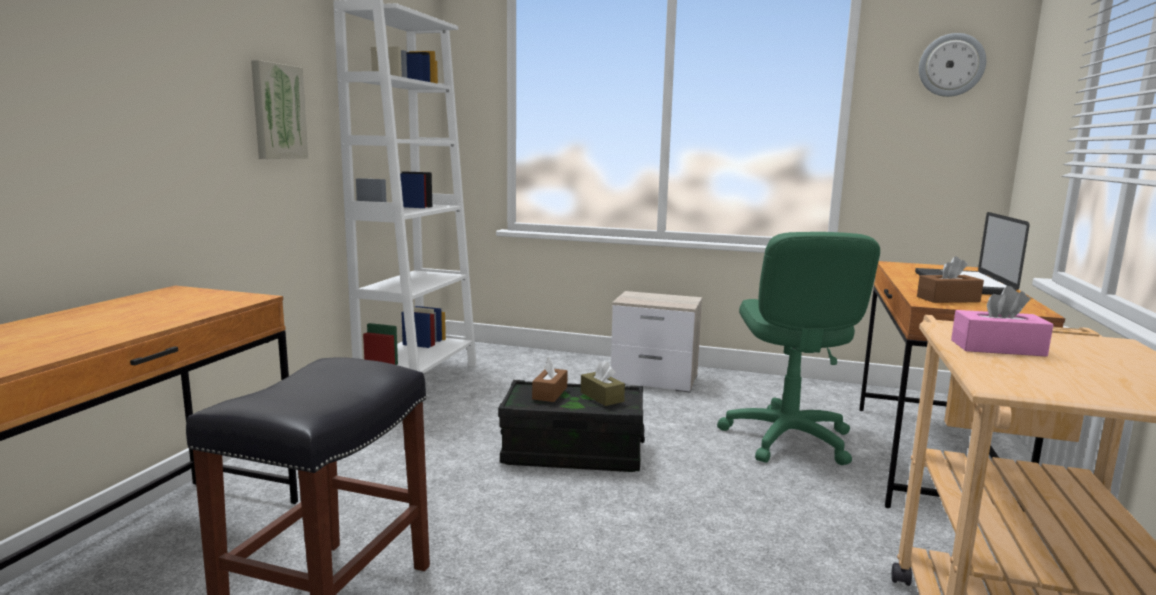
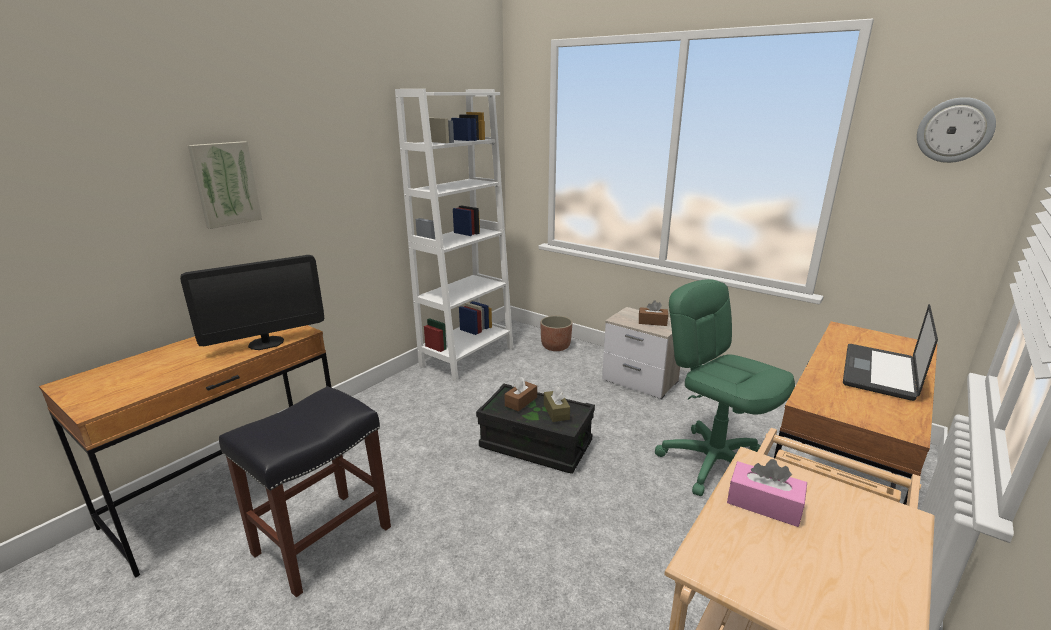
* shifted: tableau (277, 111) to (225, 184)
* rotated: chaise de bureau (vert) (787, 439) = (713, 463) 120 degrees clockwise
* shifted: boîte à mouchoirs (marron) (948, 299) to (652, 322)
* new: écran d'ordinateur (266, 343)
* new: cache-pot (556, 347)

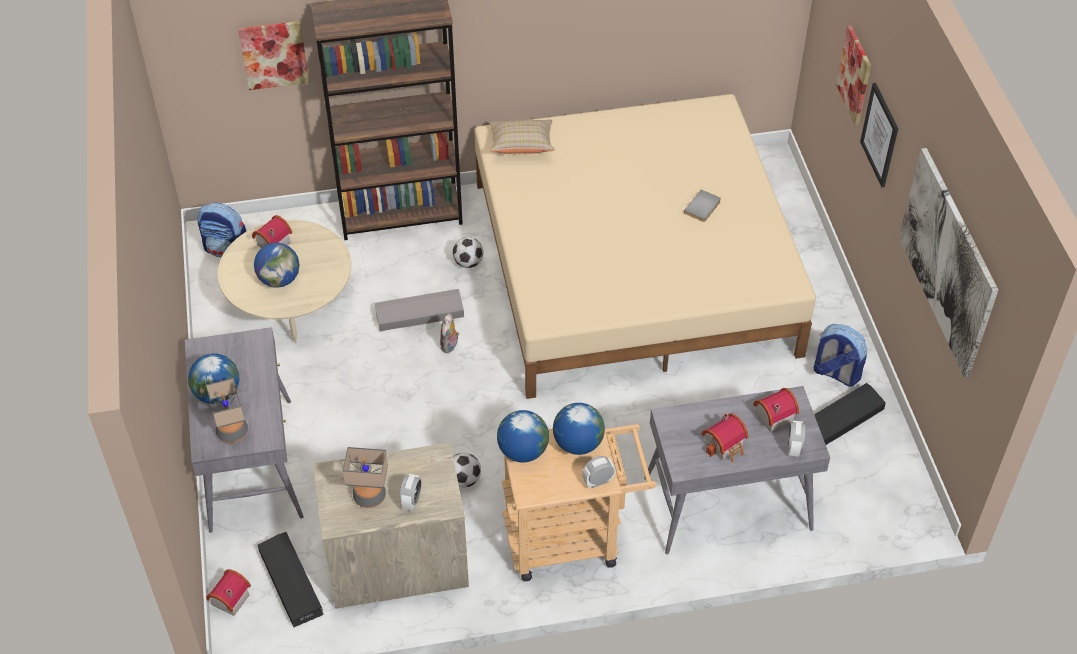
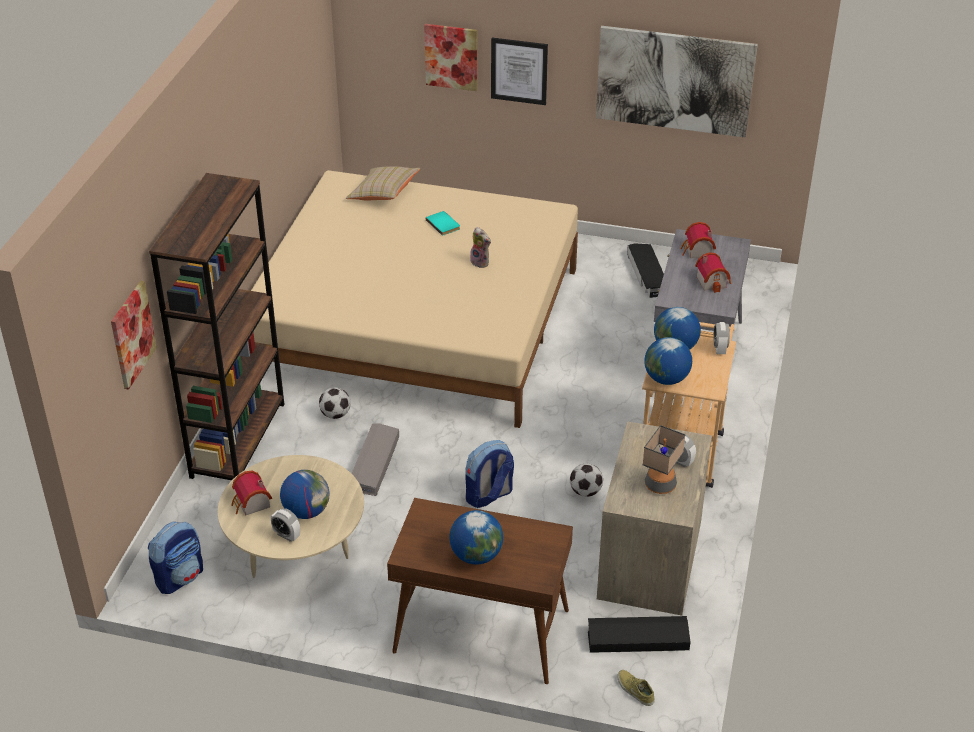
* shifted: coussin (beige) (521, 146) to (383, 194)
* repainted: livre (gris) (703, 207) to livre (turquoise) (444, 224)
* shifted: peluche (450, 346) to (481, 262)
* shifted: sac à dos (835, 373) to (488, 496)
* repainted: bureau (gris) (250, 464) to bureau (marron) (480, 632)
* gone: lampe de table (232, 432)
* shifted: réveil (794, 447) to (286, 535)
* swapped: maison miniature (228, 599) to chaussure (beige) (634, 690)

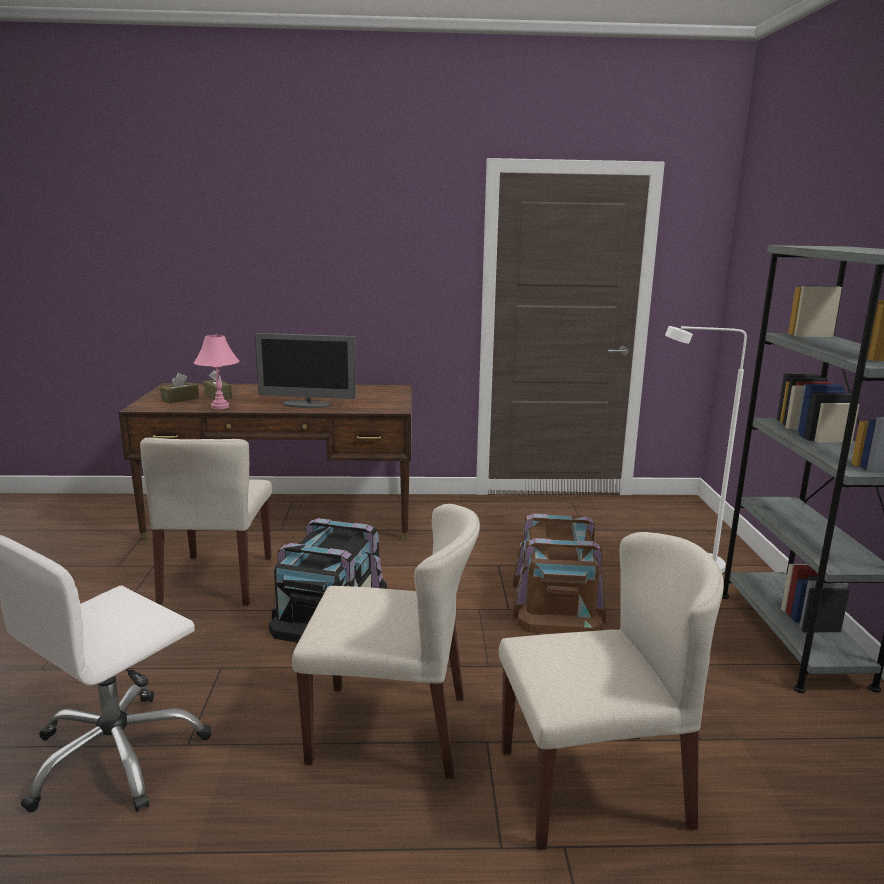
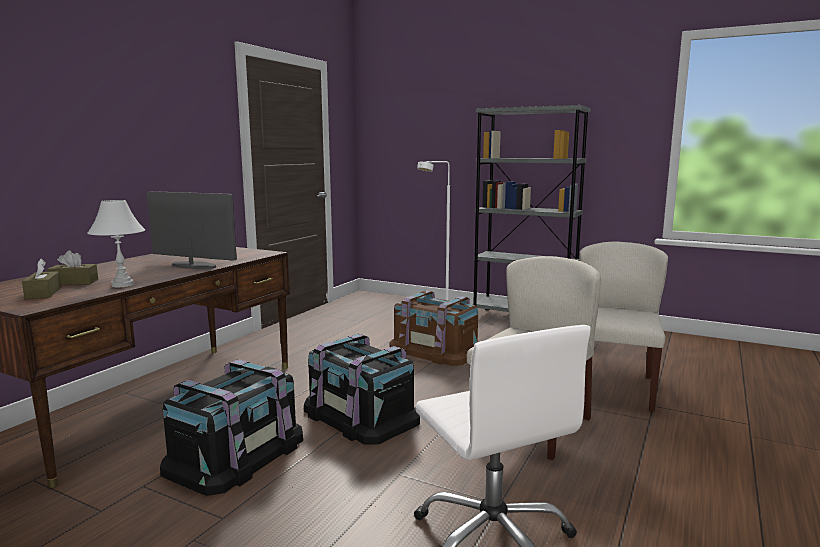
* rotated: écran d'ordinateur (307, 405) = (193, 266) 105 degrees counterclockwise
* repainted: lampe de table (rose) (220, 407) to lampe de table (blanc) (123, 285)
* swapped: chaise (beige) (218, 580) to boîte de rangement (noir) (236, 454)

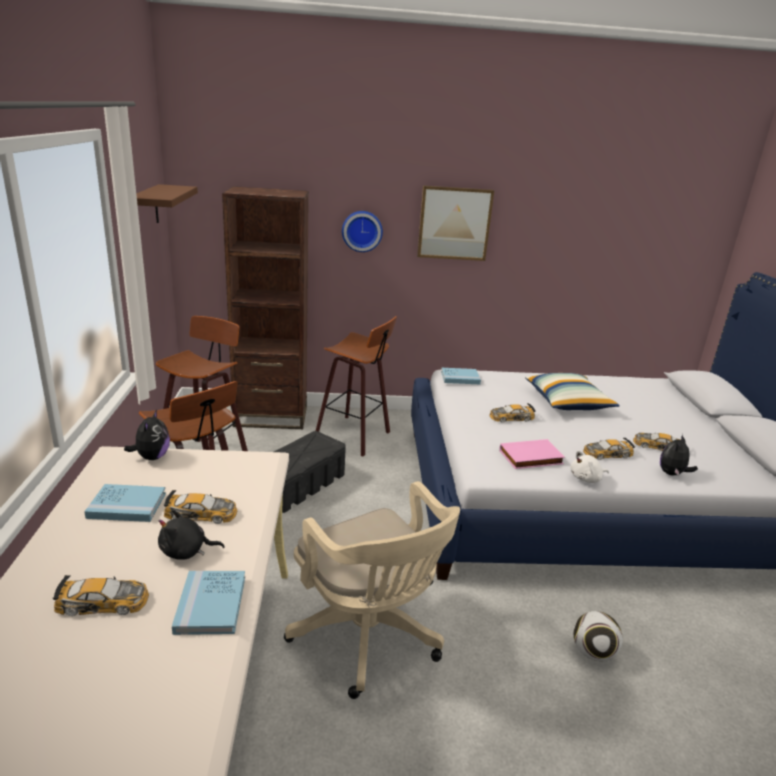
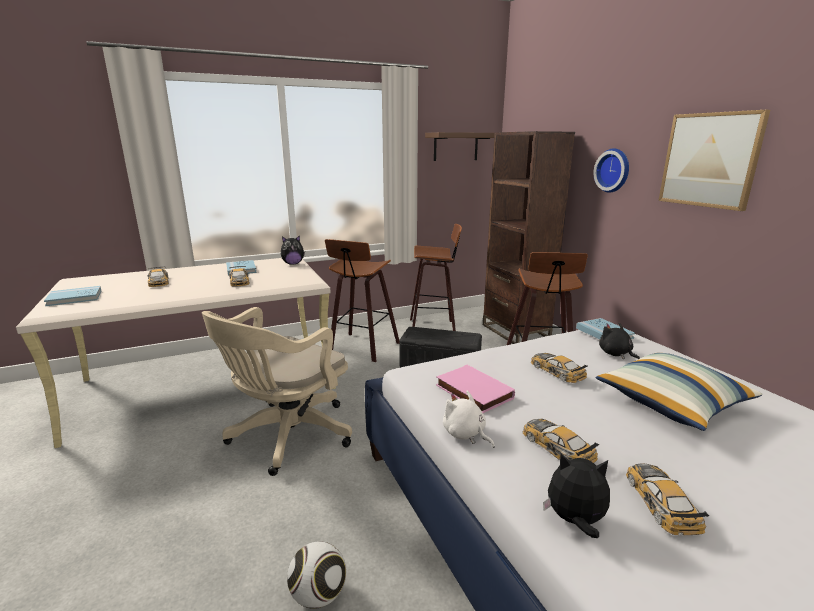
* shifted: peluche (noir) (186, 551) to (616, 354)
* shifted: livre (bleu) (211, 604) to (74, 298)

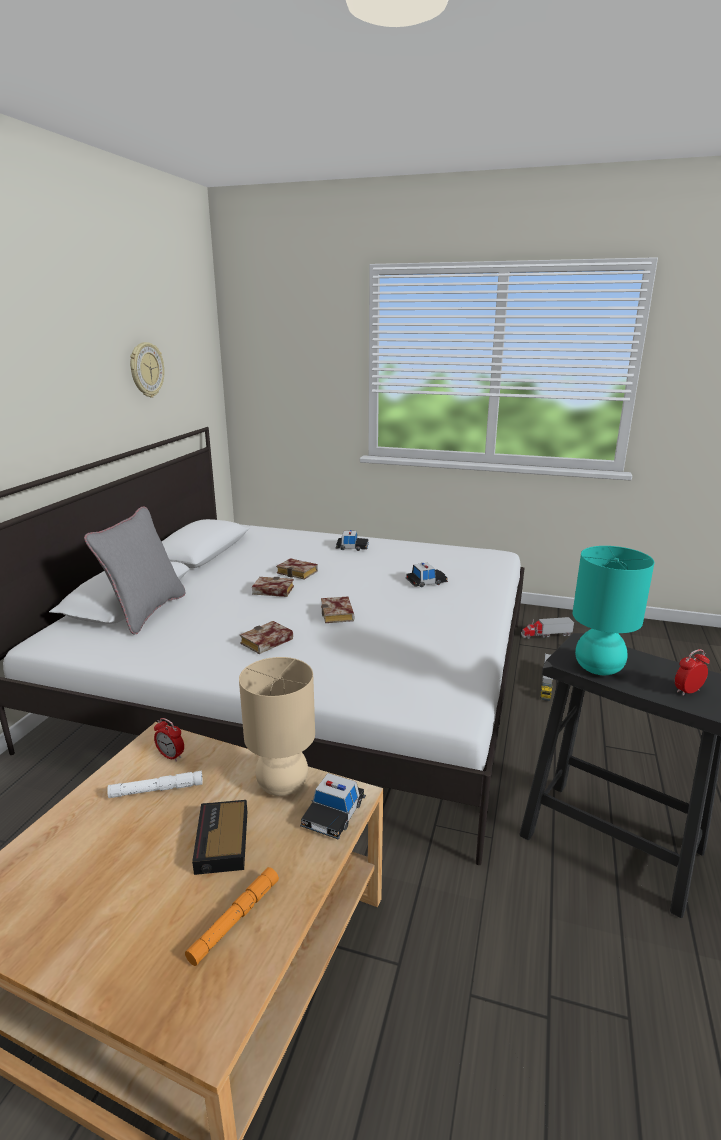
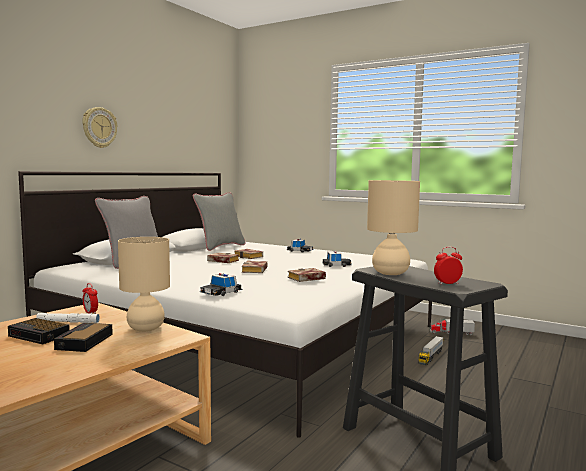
* shifted: horloge murale (146, 370) to (99, 127)
* repainted: lampe de table (turquoise) (599, 668) to lampe de table (beige) (391, 273)
* shifted: livre (266, 643) to (305, 279)
* shifted: petite voiture (333, 813) to (221, 292)
* gone: lampe de poche (orange) (235, 919)
* new: coussin (gris) (220, 247)
* new: réveil (40, 336)

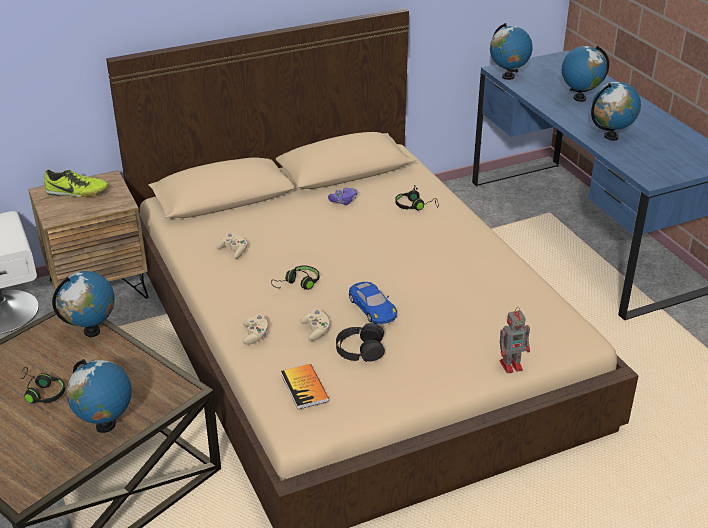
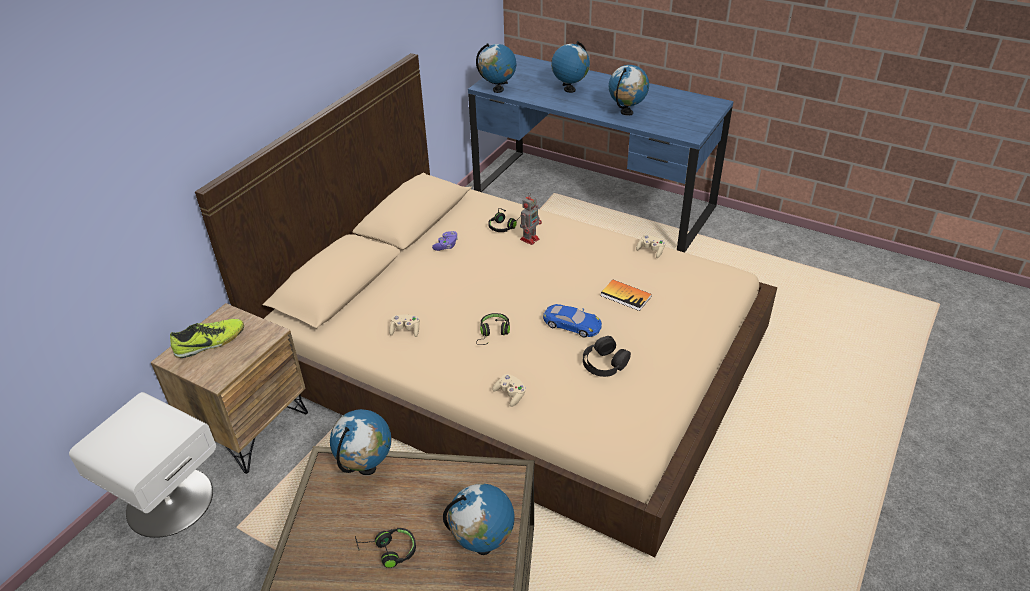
* shifted: robot jouet (512, 365) to (530, 239)
* shifted: manette (beige) (316, 331) to (651, 251)
* shifted: livre (304, 387) to (625, 296)

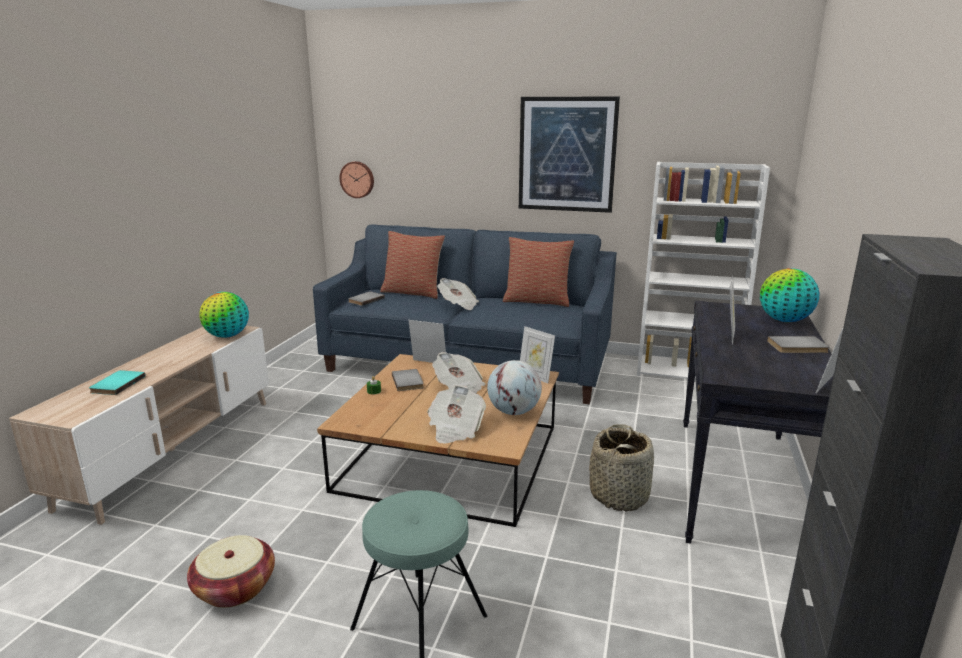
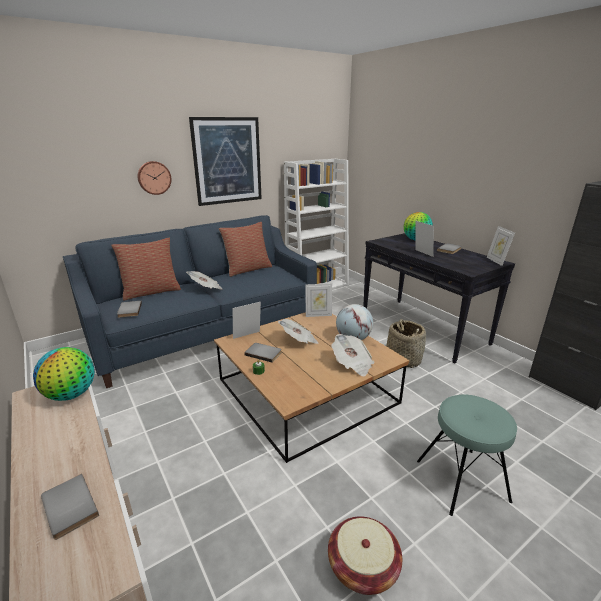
* shifted: horloge murale (357, 179) to (154, 178)
* repainted: livre (turquoise) (116, 384) to livre (gris) (67, 508)

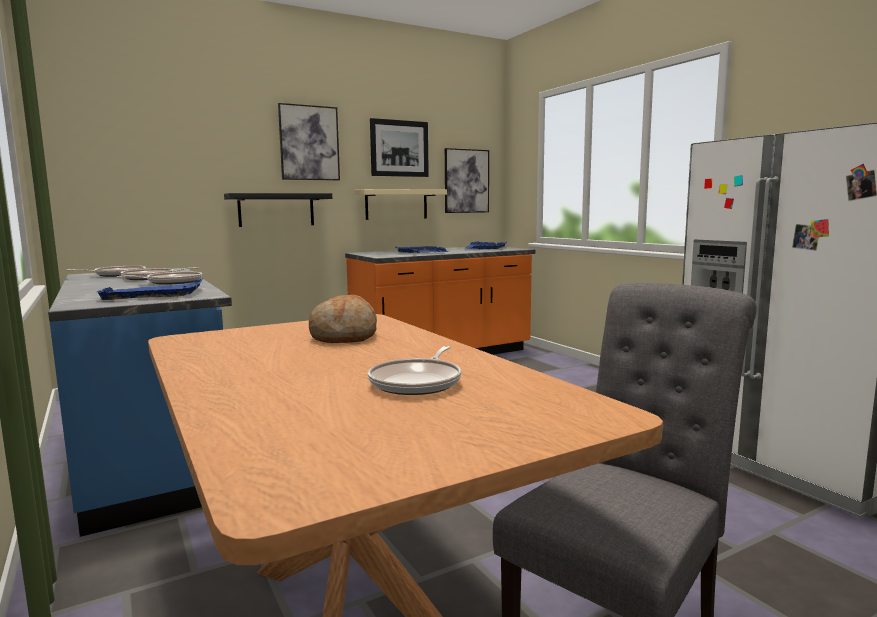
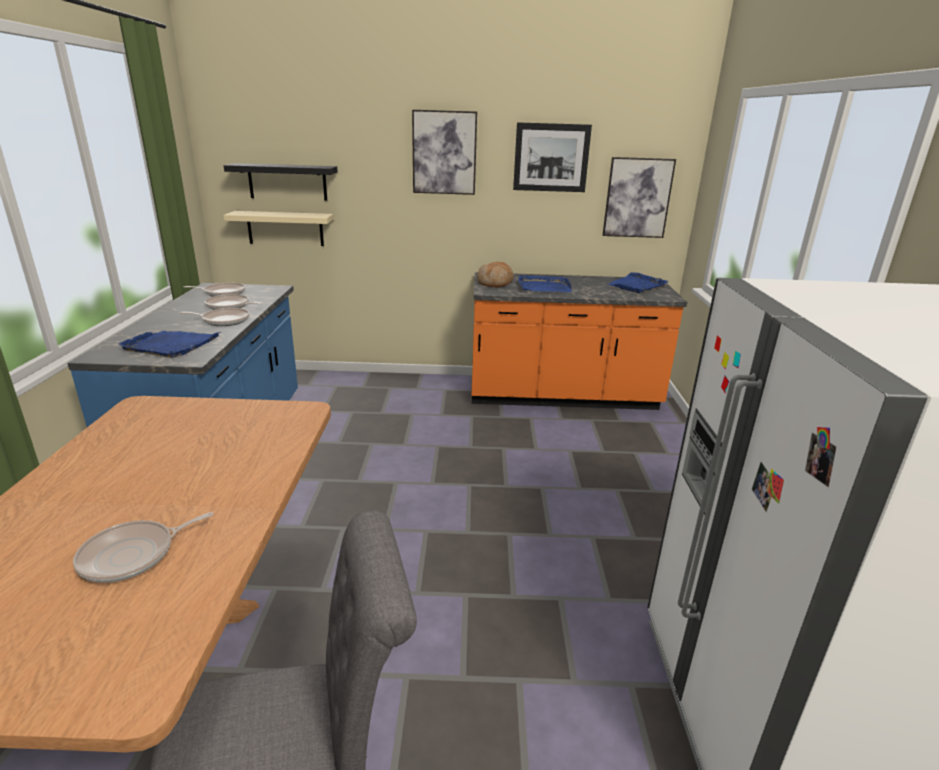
* shifted: étagère (beige) (396, 204) to (285, 228)
* shifted: étagère (noir) (276, 210) to (287, 182)
* shifted: pain (345, 336) to (495, 283)

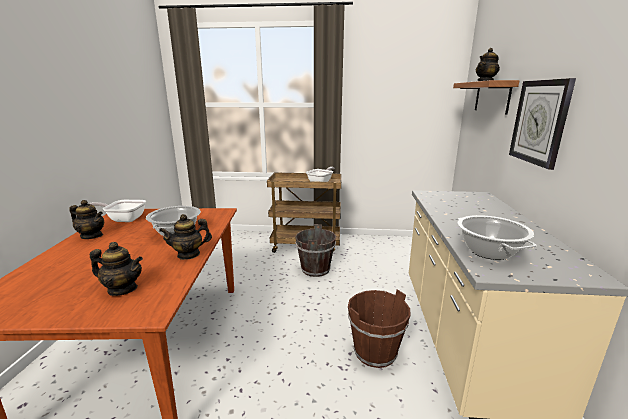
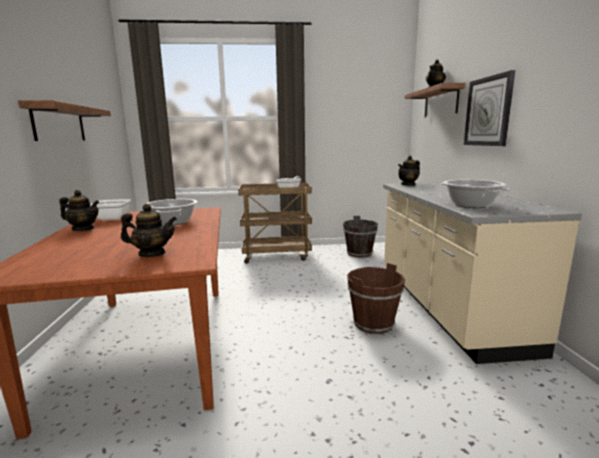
* shifted: théière (189, 254) to (408, 184)
* shifted: seau (marron) (316, 269) to (359, 253)
* new: étagère (59, 123)

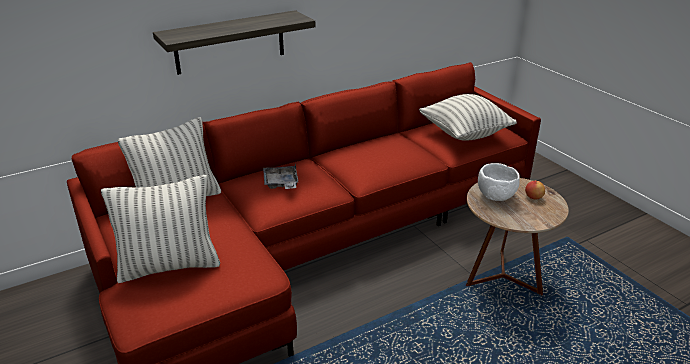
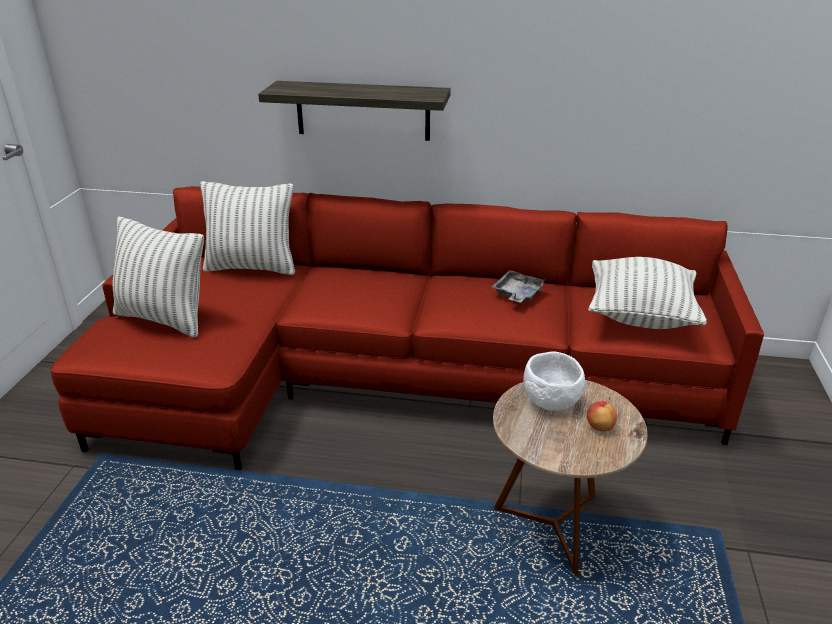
* shifted: plateau (gris) (281, 183) to (517, 294)

